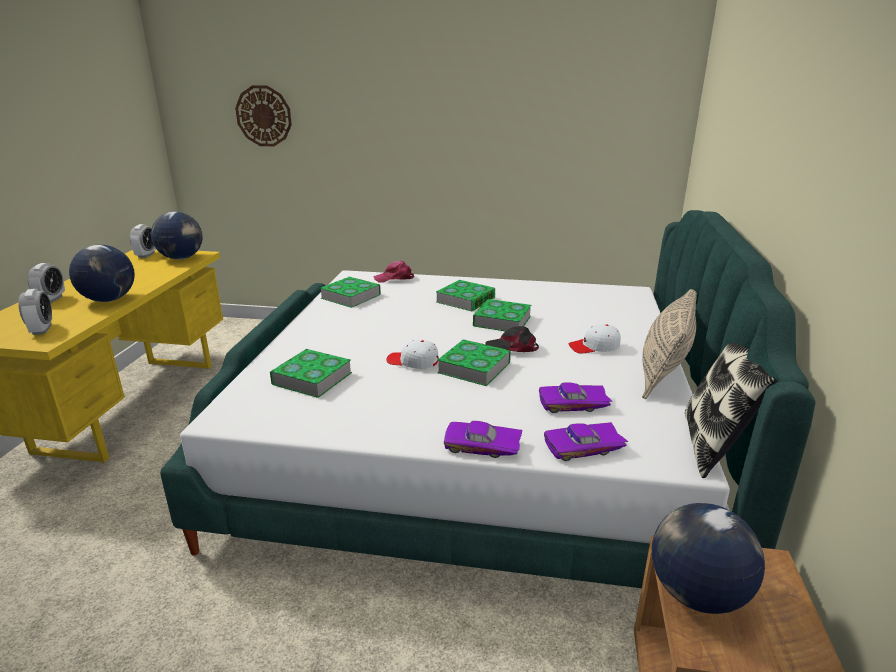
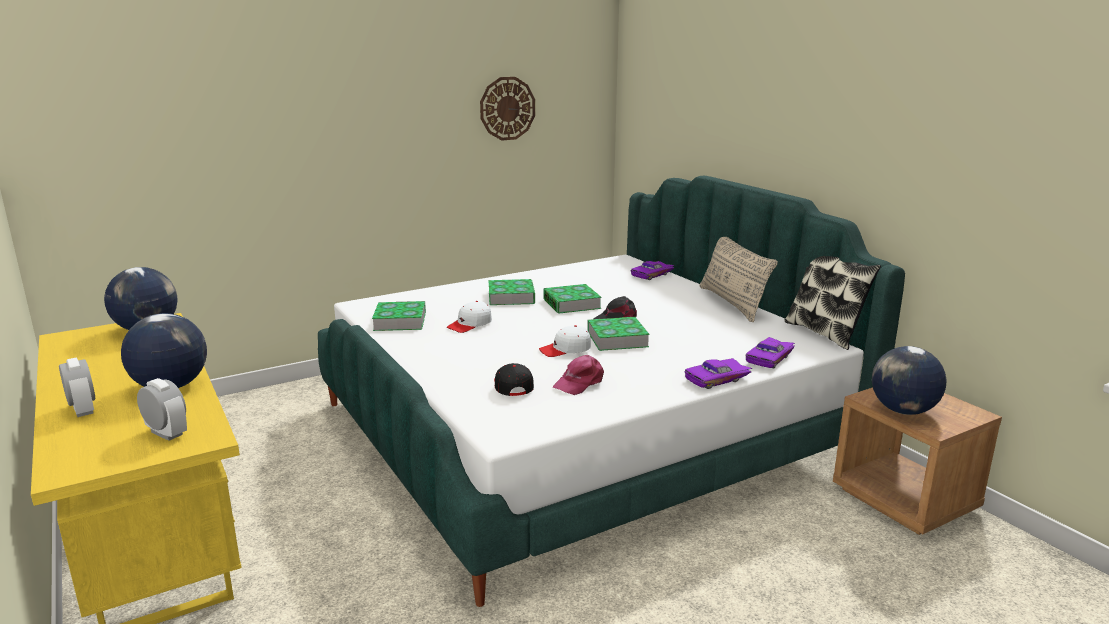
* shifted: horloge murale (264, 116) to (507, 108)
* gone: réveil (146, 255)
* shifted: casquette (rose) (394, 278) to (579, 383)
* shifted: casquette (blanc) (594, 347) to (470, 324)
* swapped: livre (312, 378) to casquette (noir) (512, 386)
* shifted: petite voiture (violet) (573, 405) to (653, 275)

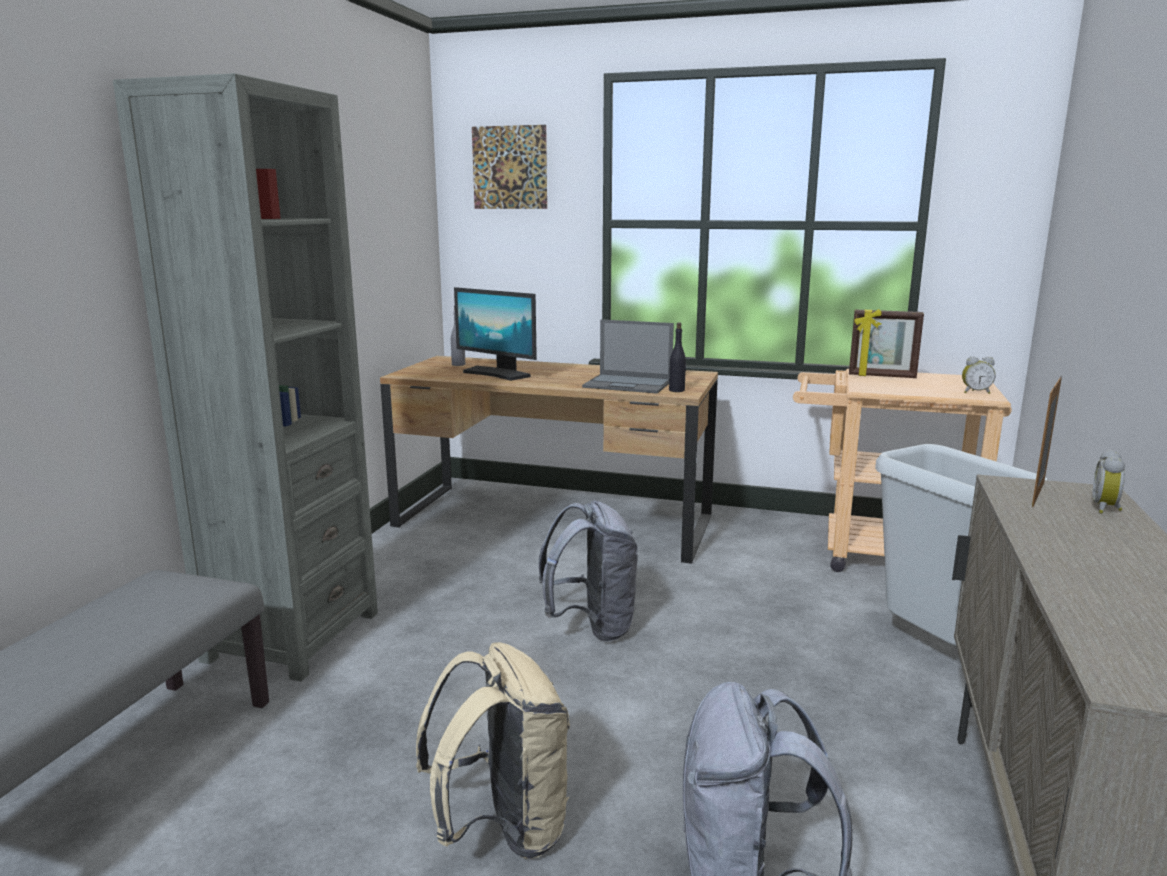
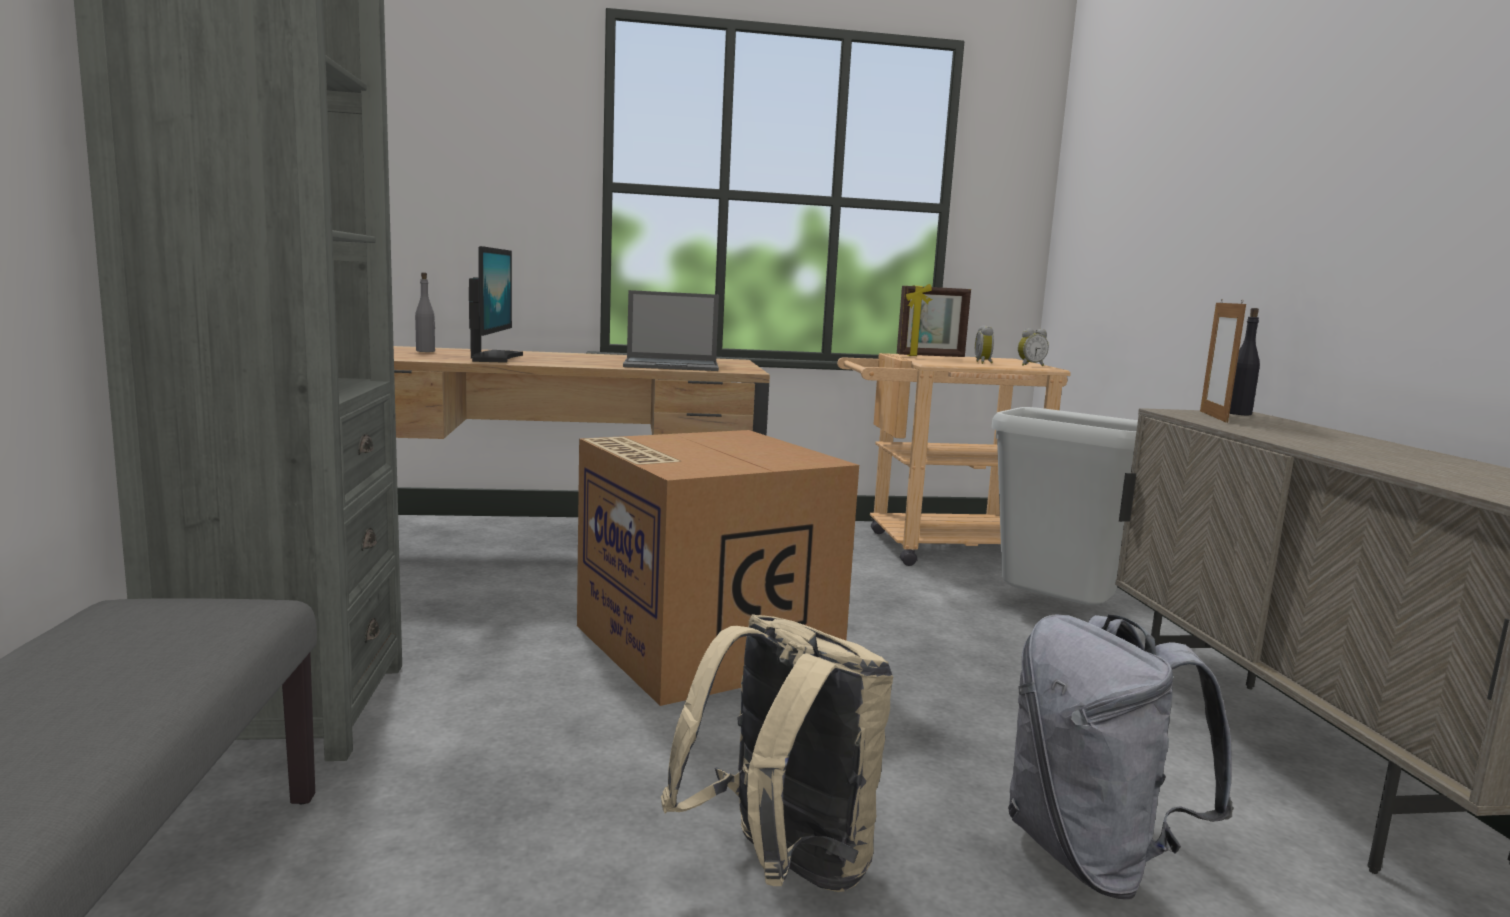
* gone: tableau (509, 167)
* rotated: écran d'ordinateur (497, 374) = (494, 357) 105 degrees counterclockwise
* shifted: bouteille (noir) (677, 390) to (1238, 413)
* shifted: réveil (1106, 508) to (984, 363)
* swapped: sac à dos (gris) (592, 627) to carton (701, 644)

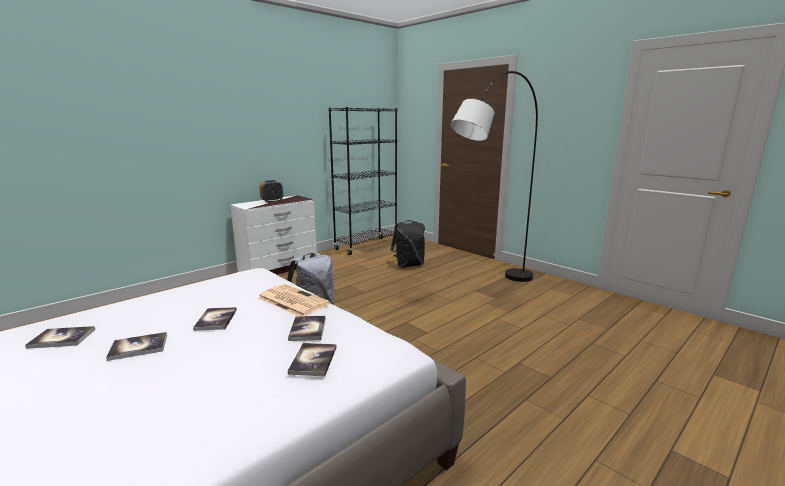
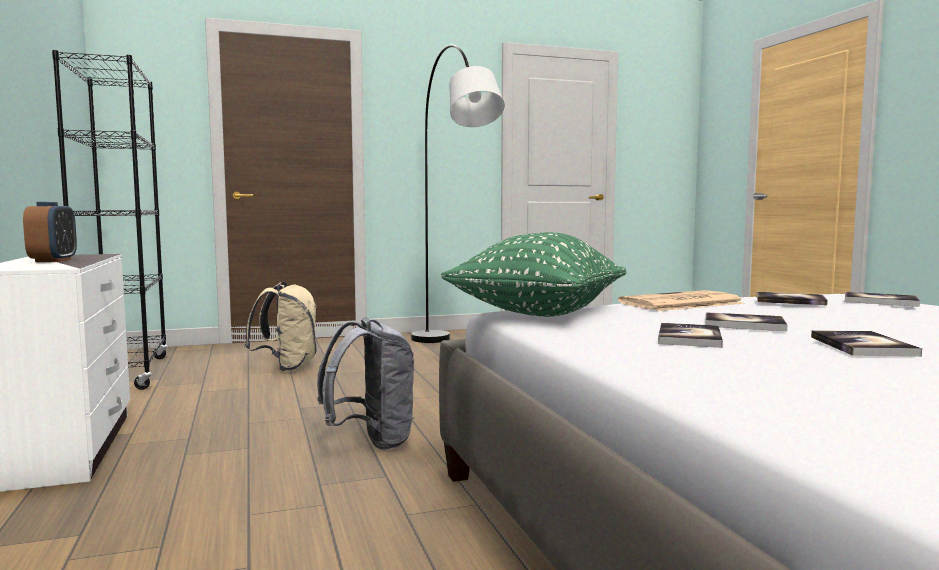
* repainted: sac à dos (noir) (408, 265) to sac à dos (beige) (287, 367)
* shifted: livre (62, 338) to (689, 337)
* new: coussin (vert) (537, 314)

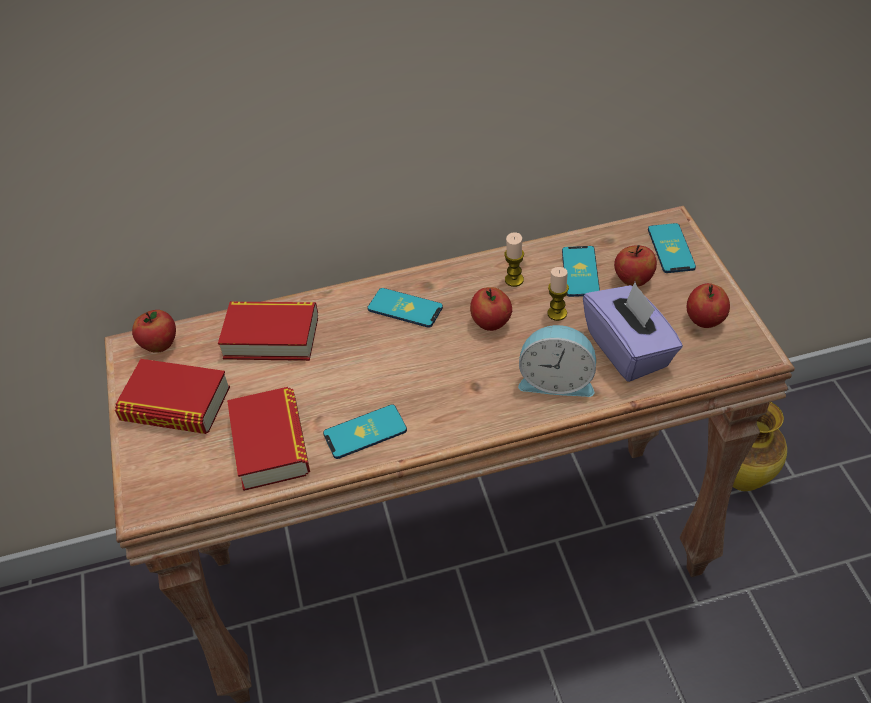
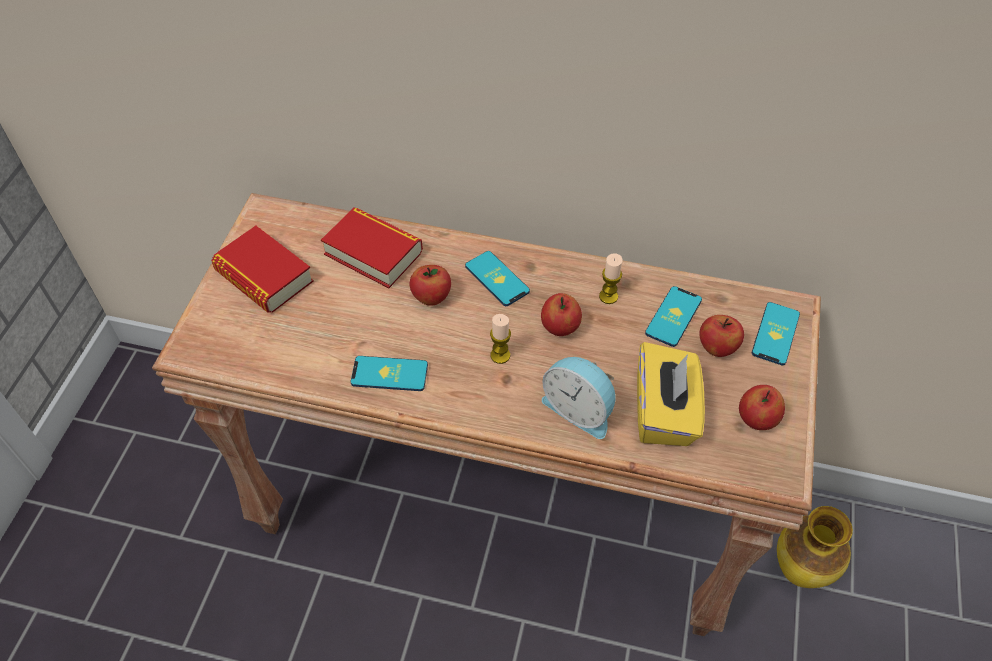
* shifted: bougie (557, 313) to (500, 355)
* repainted: boîte à mouchoirs (violet) (628, 350) to boîte à mouchoirs (jaune) (664, 412)
* shifted: pomme (160, 345) to (431, 297)
* gone: livre (270, 444)

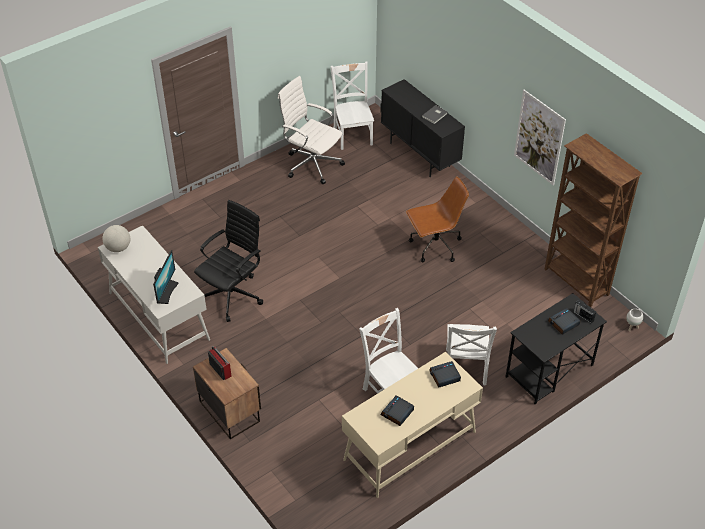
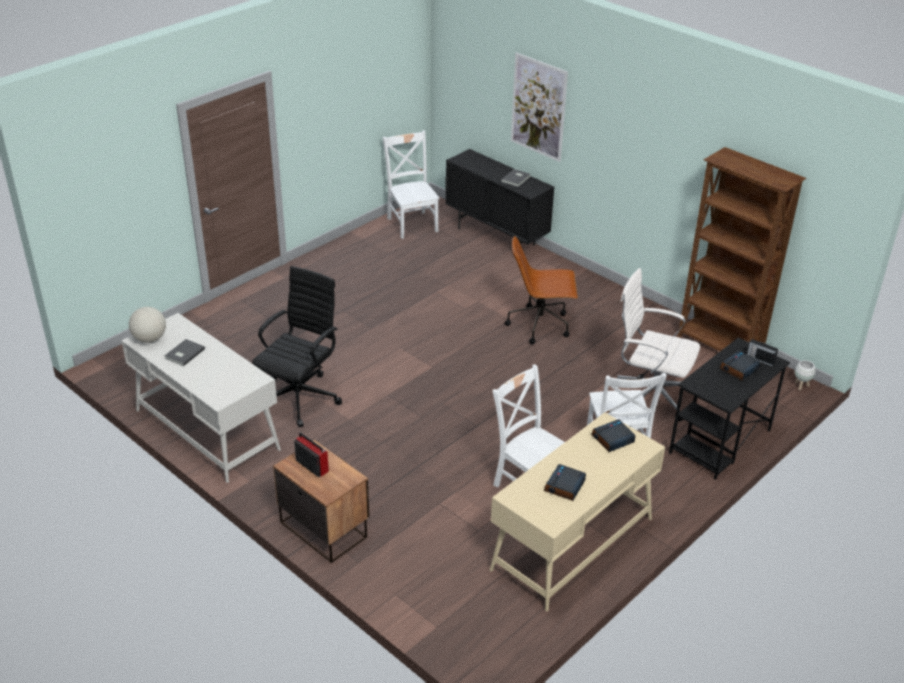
* shifted: chaise de bureau (blanc) (312, 164) to (650, 395)
* shifted: tableau (539, 137) to (538, 107)
* rotated: chaise de bureau (marron) (434, 246) = (540, 325) 150 degrees counterclockwise
* gone: écran d'ordinateur (166, 292)
* new: livre (gris) (183, 353)

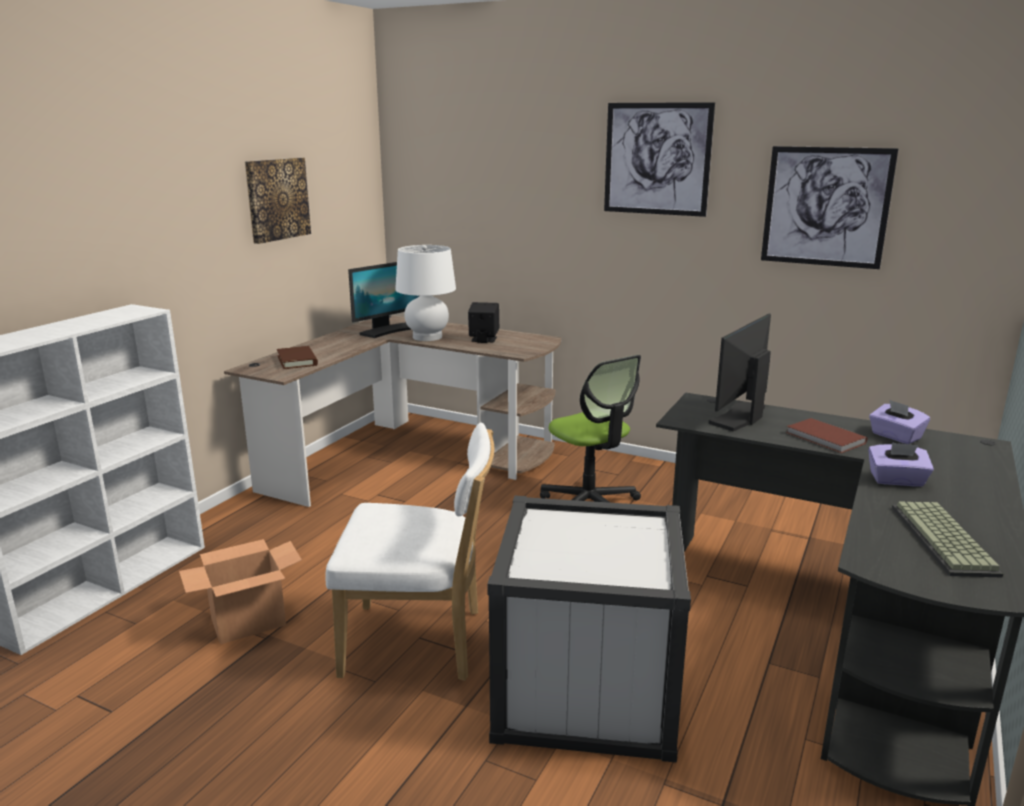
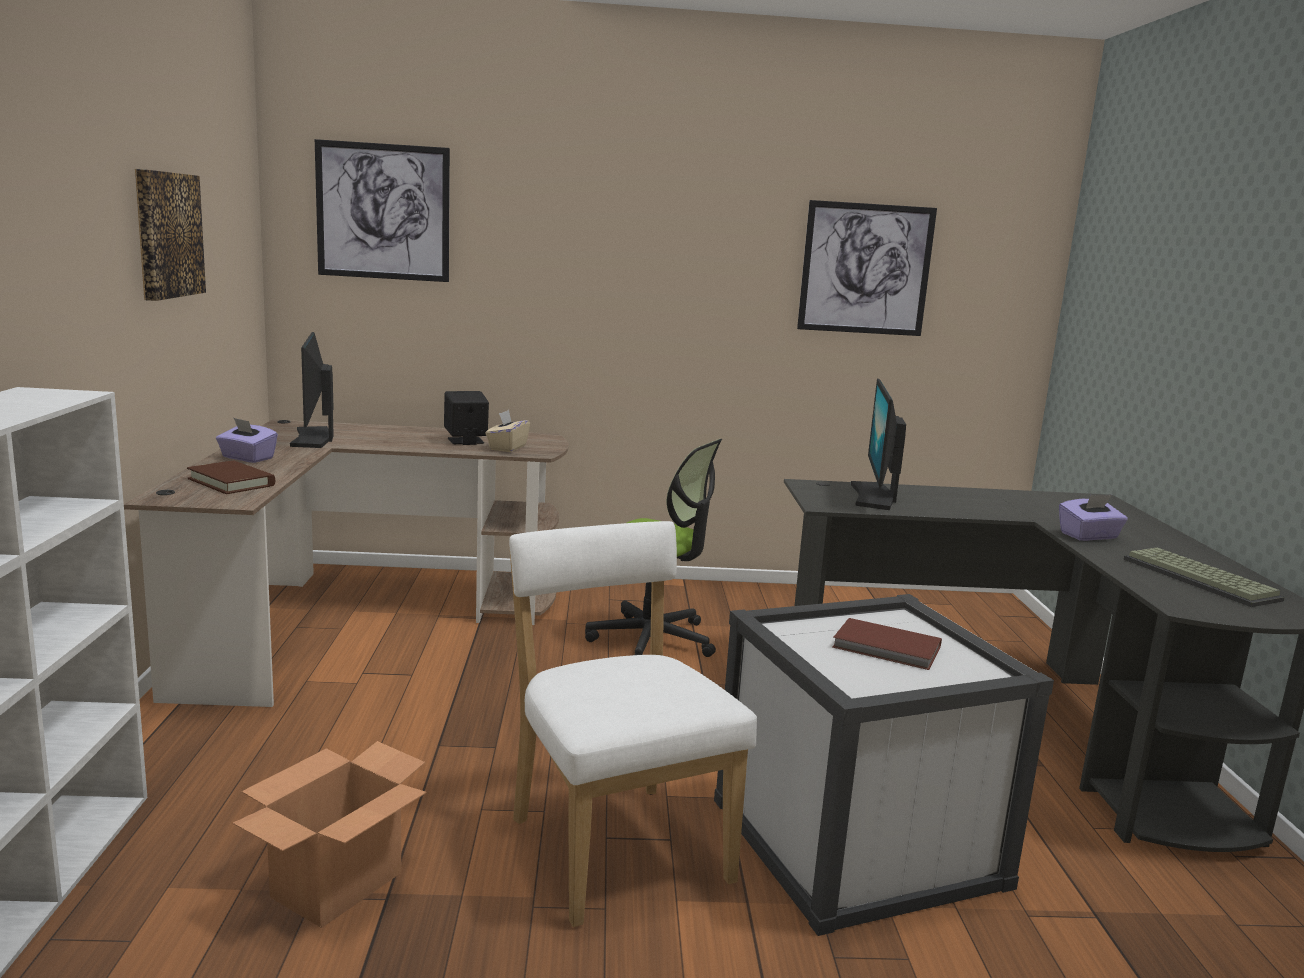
* shifted: tableau (657, 159) to (383, 212)
* gone: lampe de table (blanc) (427, 337)
* rotated: écran d'ordinateur (387, 330) = (313, 438) 150 degrees clockwise
* shifted: boîte à mouchoirs (violet) (895, 436) to (247, 458)
* shifted: livre (marron) (825, 438) to (887, 648)
* rotated: chaise (blanc) (420, 643) = (614, 844) 90 degrees counterclockwise
* new: boîte à mouchoirs (beige) (507, 447)

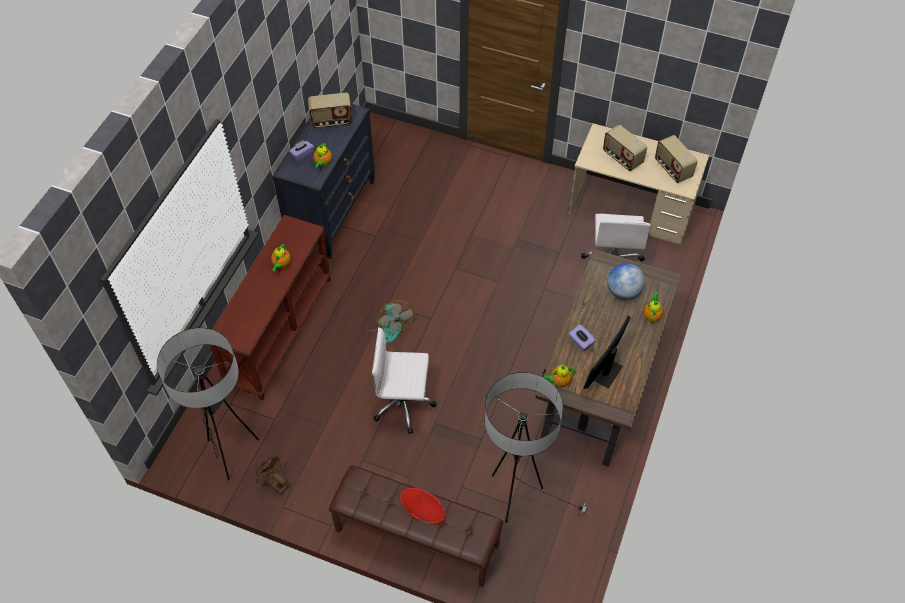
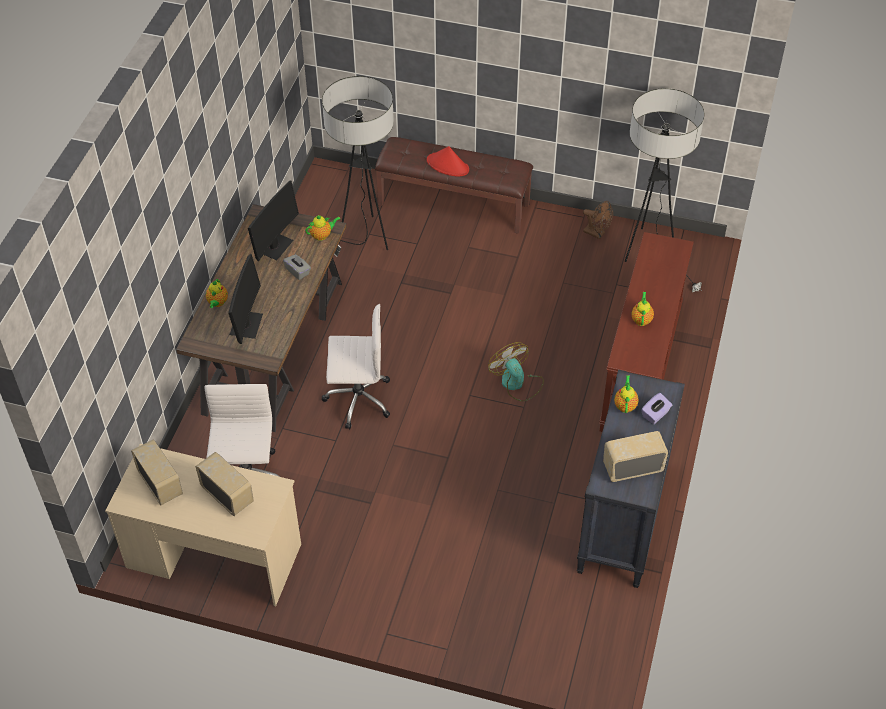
* swapped: globe (623, 292) to écran d'ordinateur (246, 325)
* repainted: boîte à mouchoirs (violet) (580, 342) to boîte à mouchoirs (gris) (298, 271)
* shifted: chaise de bureau (blanc) (404, 403) to (357, 399)

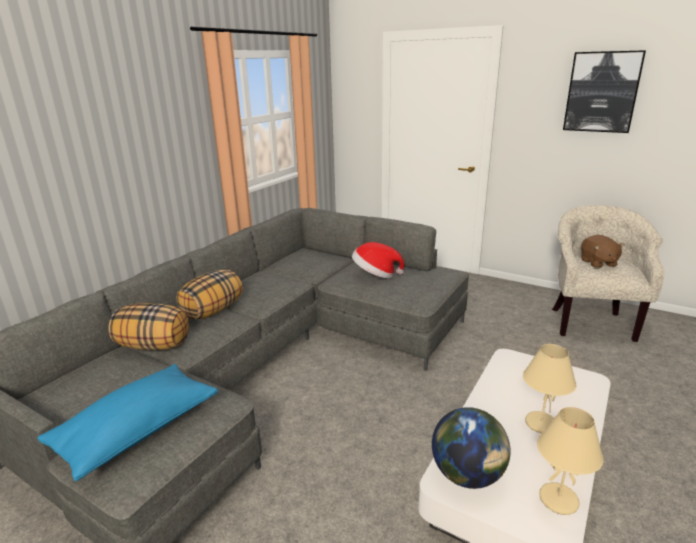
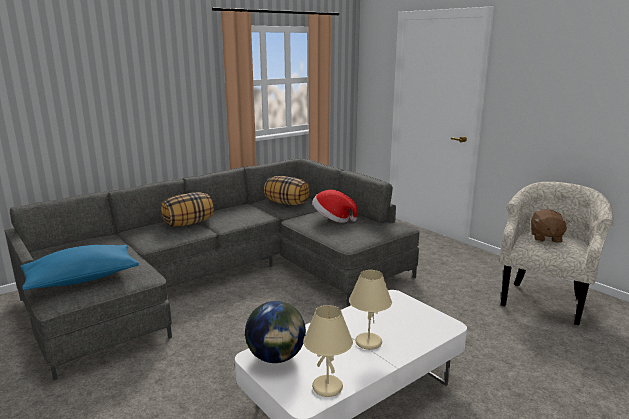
* gone: tableau (602, 92)
* shifted: coussin (154, 345) to (287, 203)

